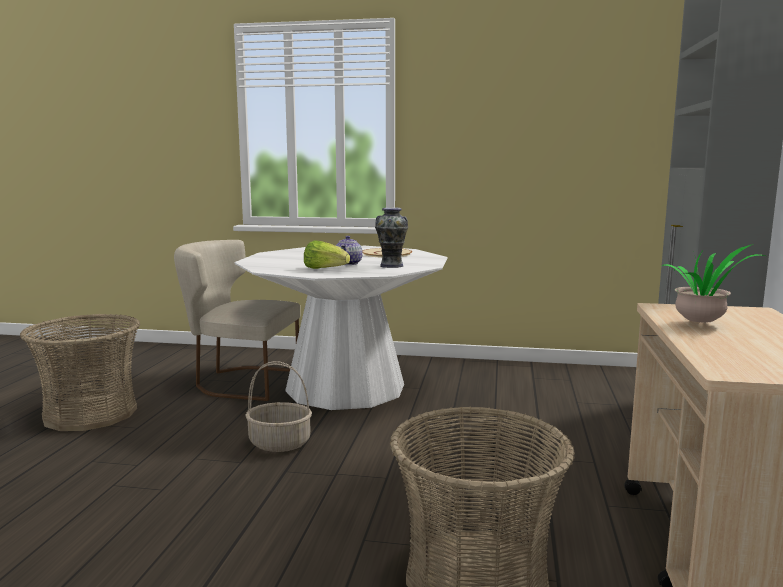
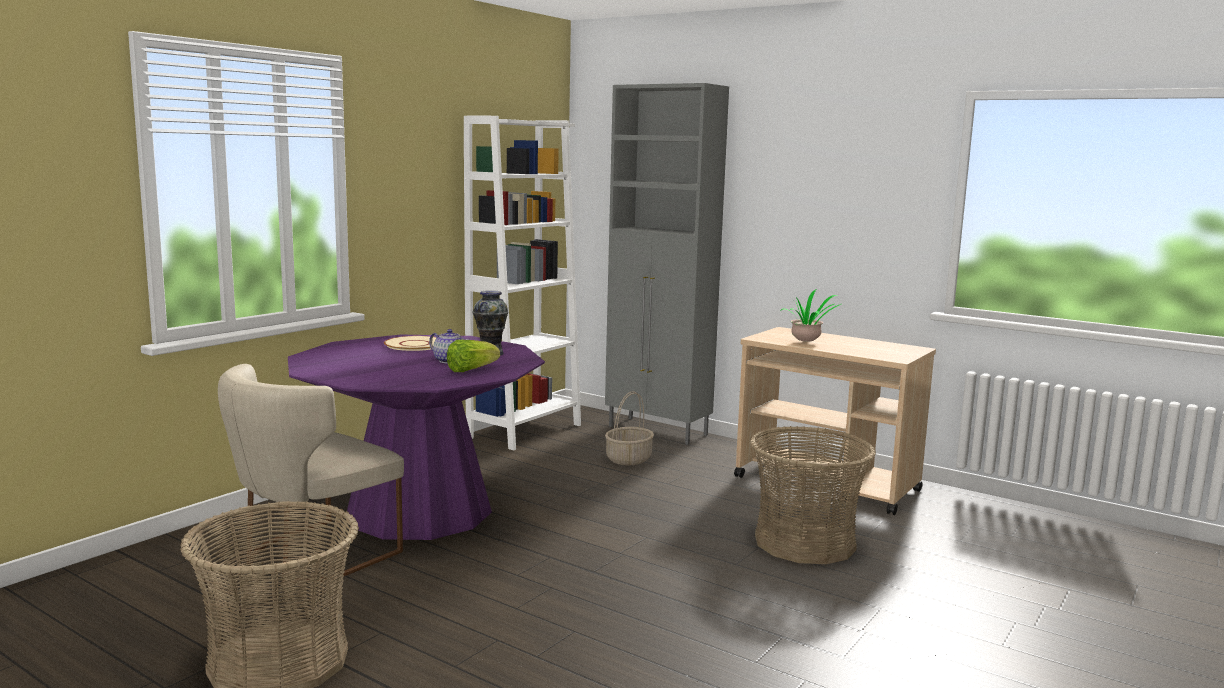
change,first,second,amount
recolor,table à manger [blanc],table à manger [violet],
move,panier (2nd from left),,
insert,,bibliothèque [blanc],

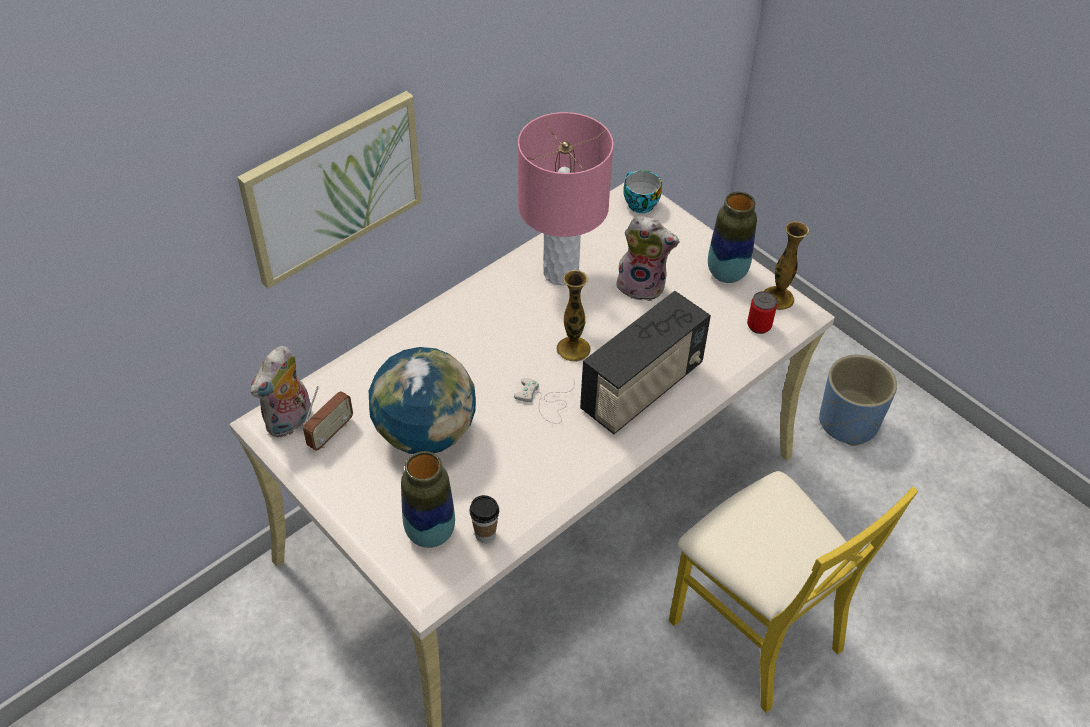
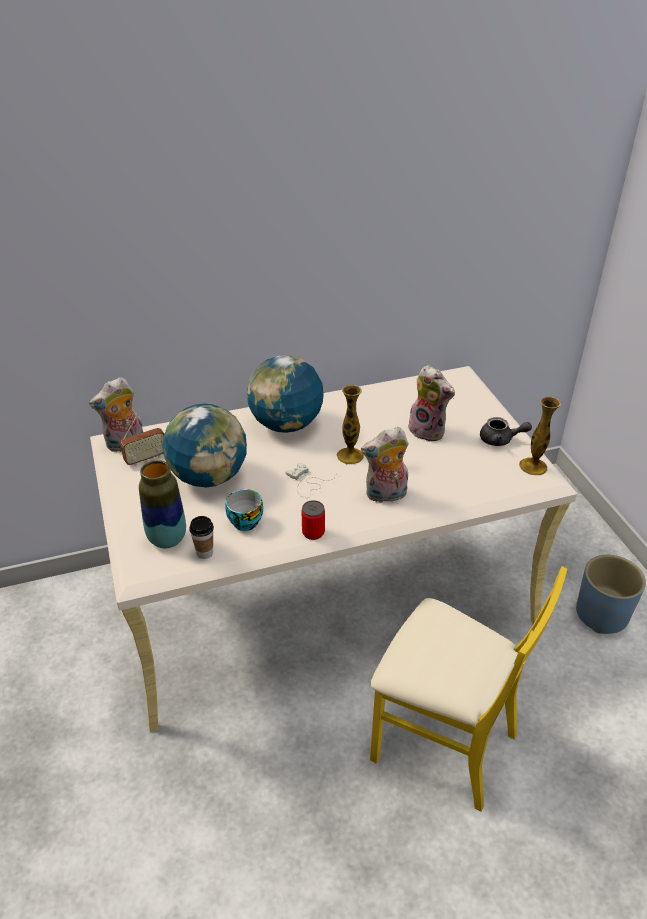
change,first,second,amount
delete,tableau,,
delete,lampe de table [rose],,
replace,radio (2nd from left),peluche (2nd from left),
move,tasse (2nd from left),,
rotate,chaise [jaune],,45 degrees counterclockwise
replace,vase (3rd from left),théière [gris],
move,boîte métallique,,
insert,,globe (2nd from left),

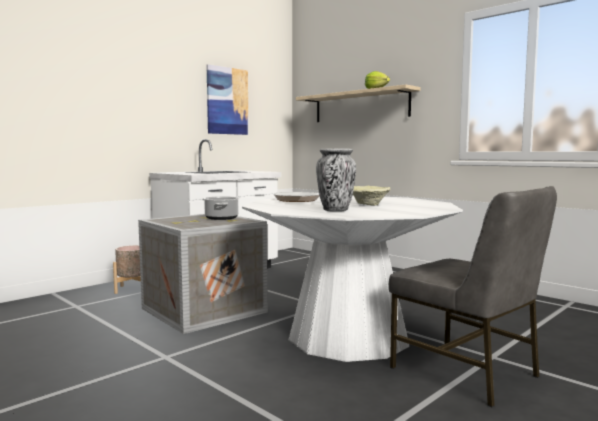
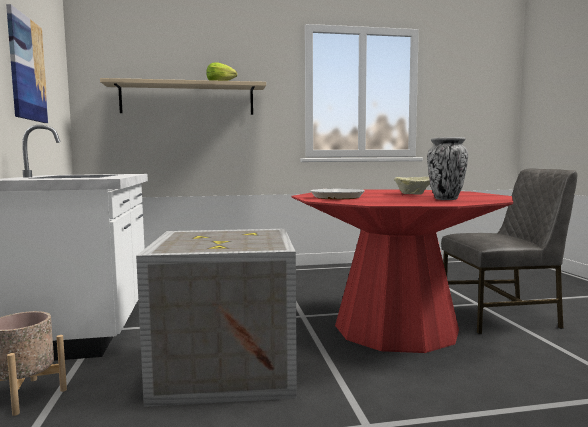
change,first,second,amount
delete,marmite,,
recolor,table à manger [blanc],table à manger [rouge],

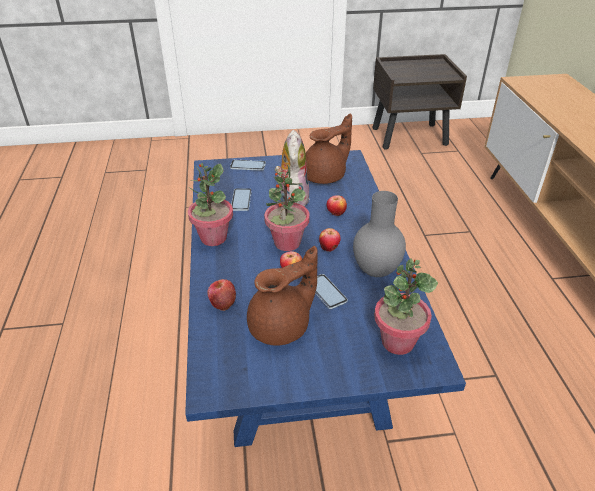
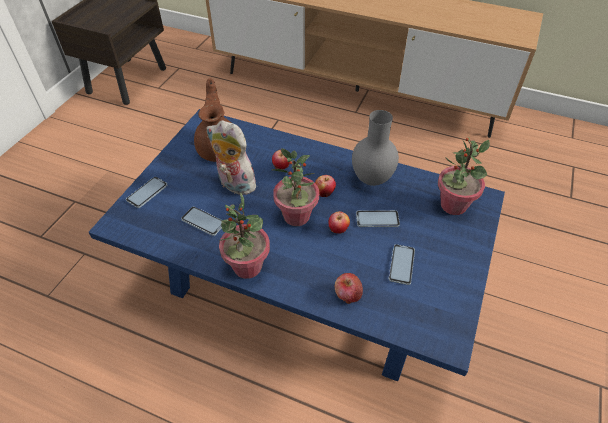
change,first,second,amount
replace,théière [marron] (1st from left),téléphone (4th from left),

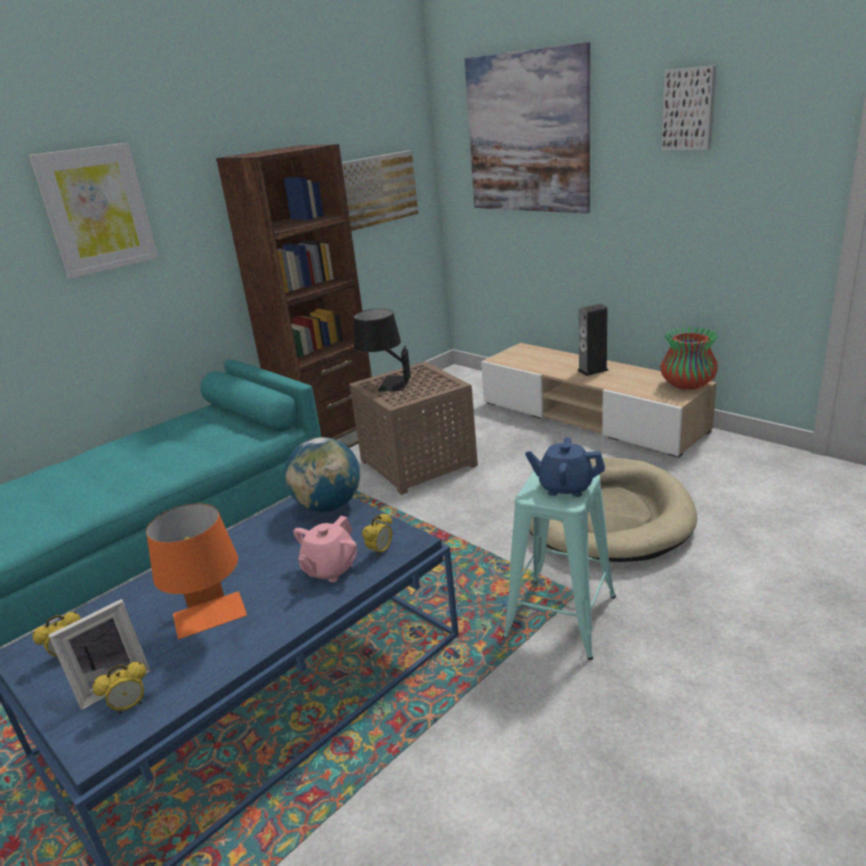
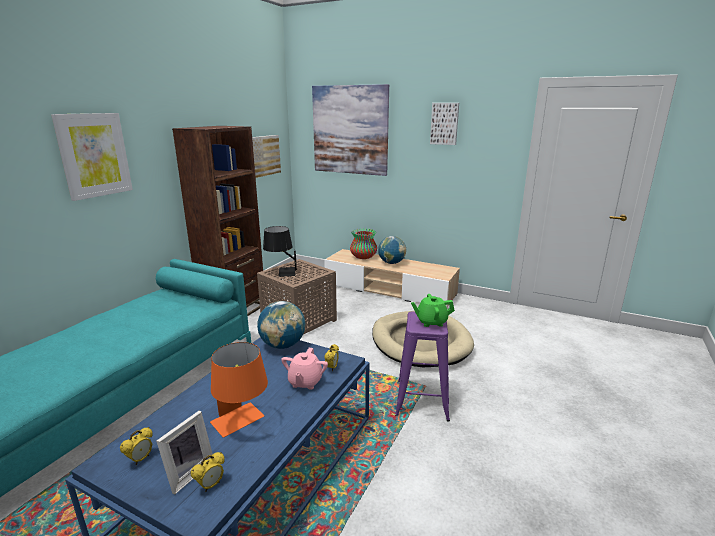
change,first,second,amount
recolor,tabouret [turquoise],tabouret [violet],
recolor,théière [bleu],théière [vert],
replace,enceinte,globe (2nd from left),
move,vase,,

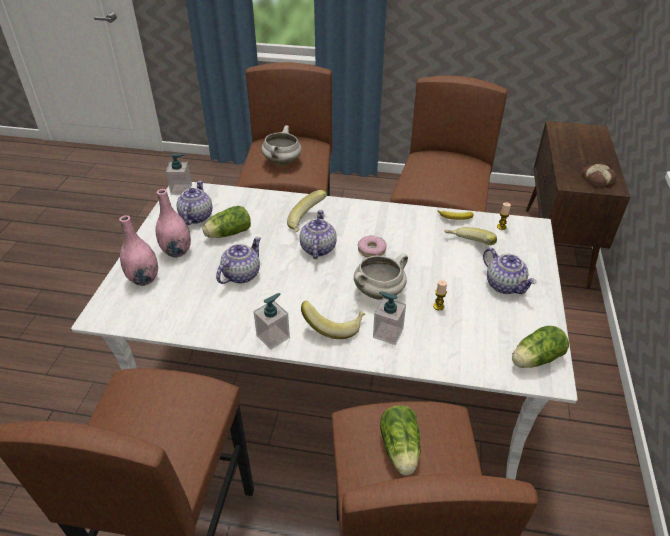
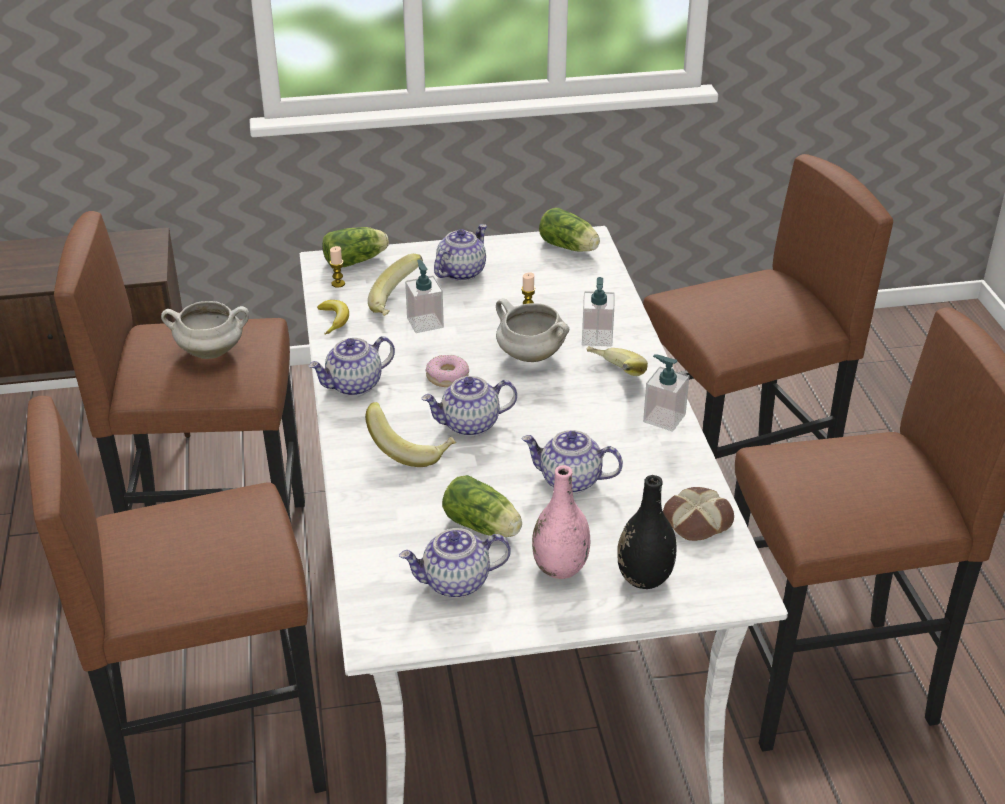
change,first,second,amount
recolor,vase [rose] (1st from left),vase [noir],
move,distributeur de savon (1st from left),,
move,marmite [blanc] (1st from left),,
move,laitue (2nd from left in the first image),laitue (1st from left),
move,pain,,
insert,,théière (1st from left),

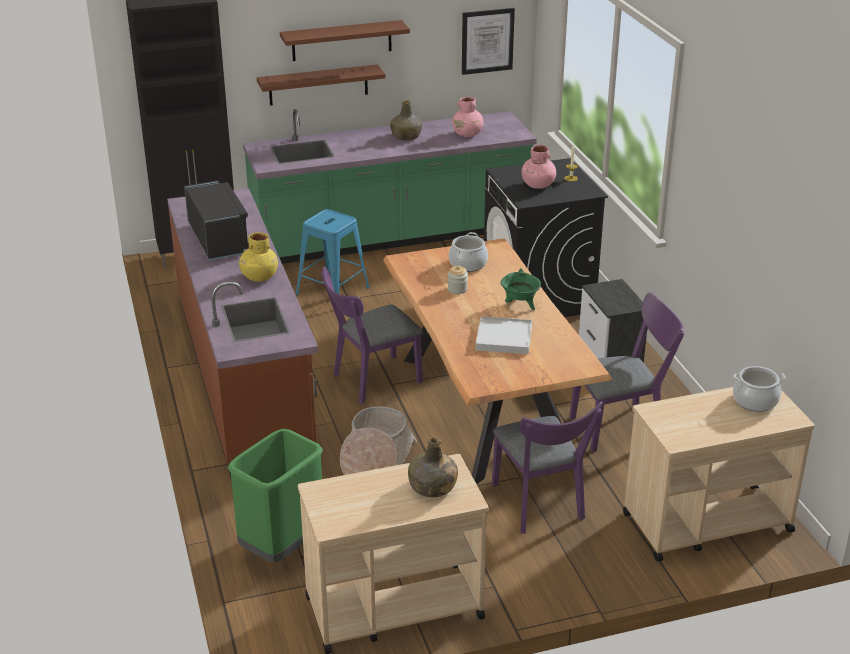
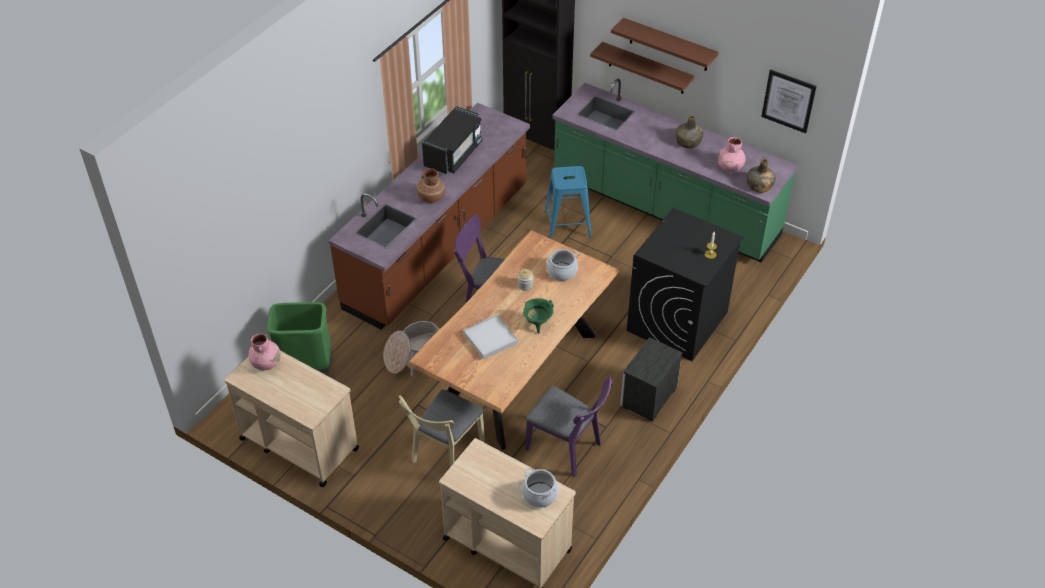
change,first,second,amount
recolor,vase [jaune],vase [marron],
move,bouteille [vert] (2nd from left),,
recolor,chaise [violet] (2nd from left),chaise [beige],
move,vase [rose] (2nd from left in the first image),vase [rose] (1st from left),

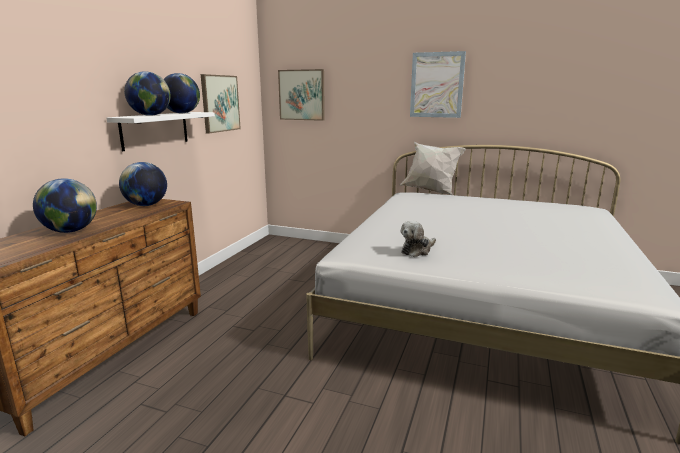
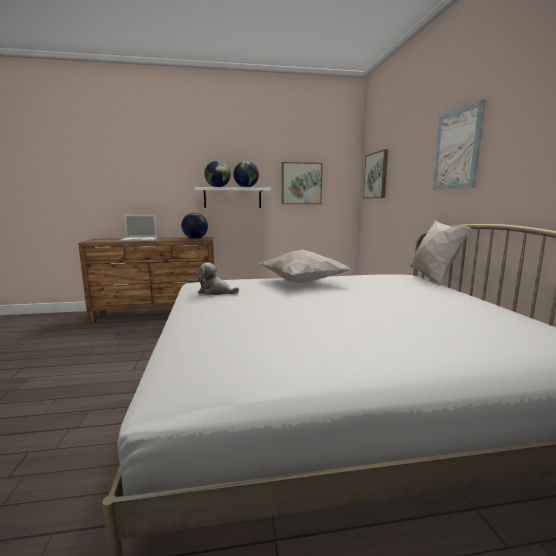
change,first,second,amount
replace,globe (1st from left),ordinateur portable,
insert,,coussin [blanc] (1st from left),

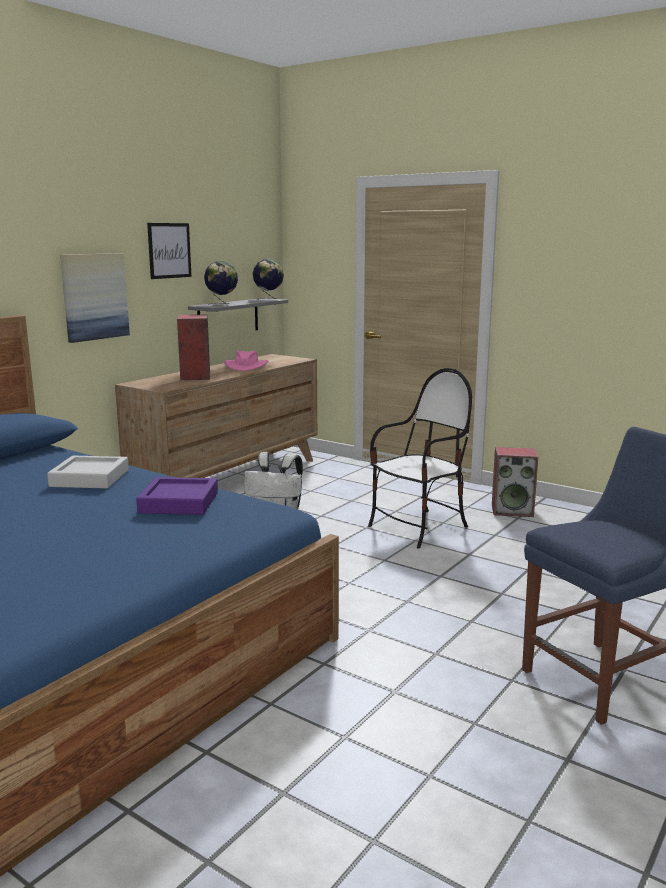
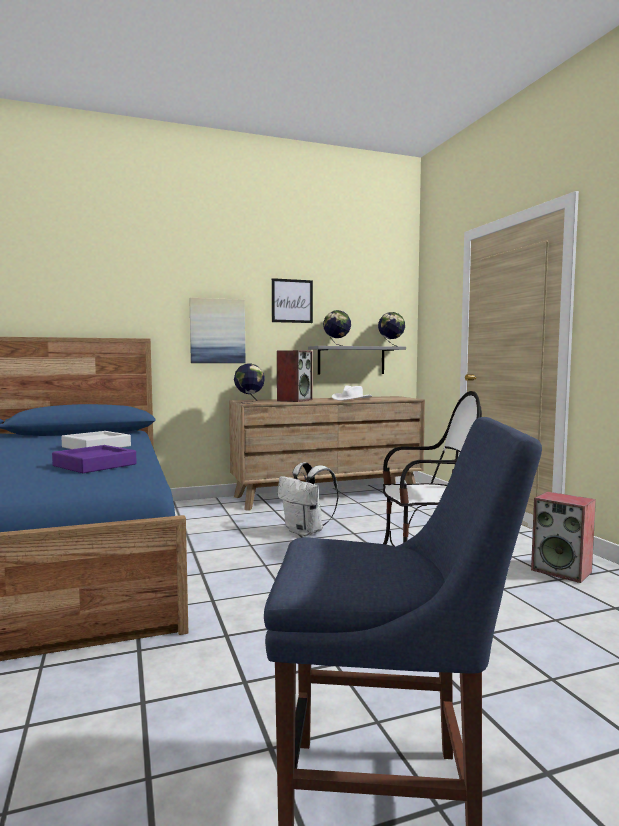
change,first,second,amount
recolor,chapeau [rose],chapeau [blanc],
insert,,globe (1st from left),

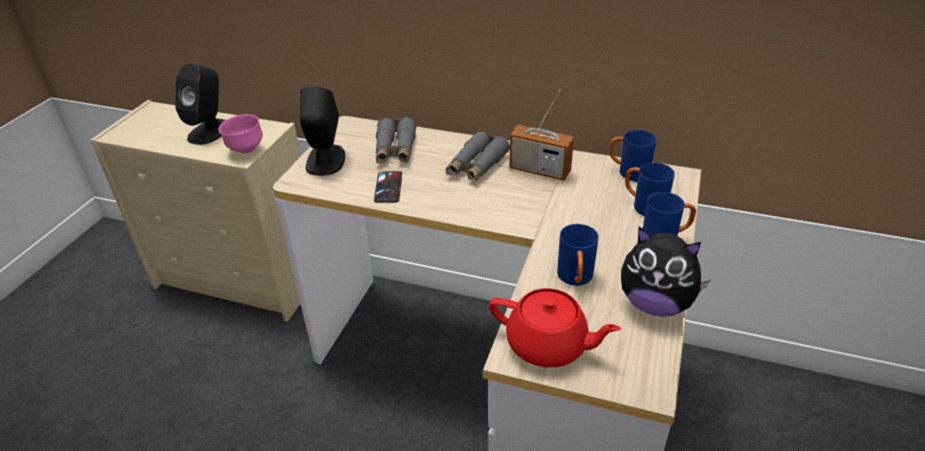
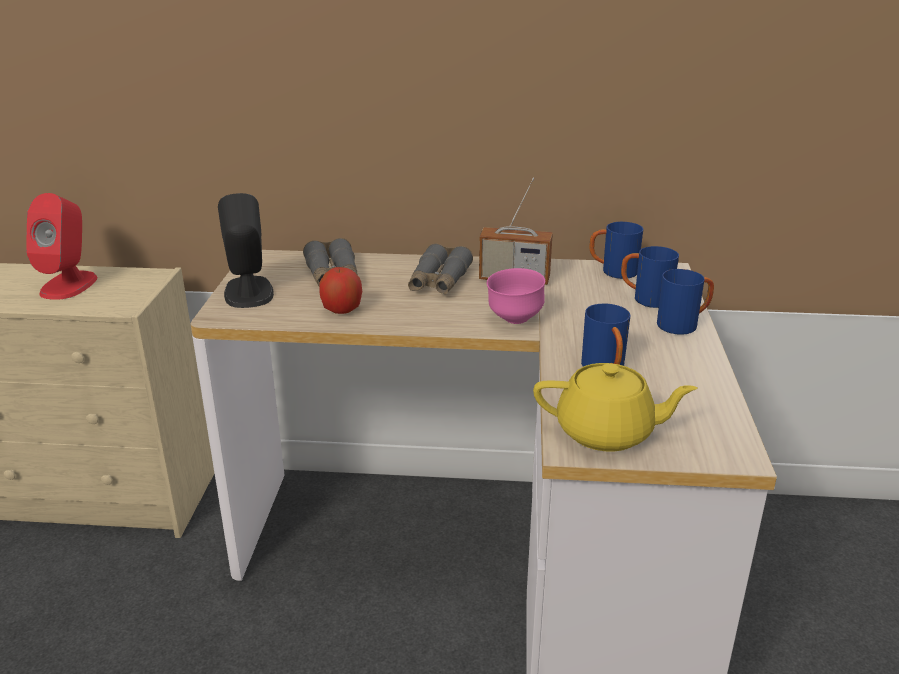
change,first,second,amount
recolor,enceinte [noir] (1st from left),enceinte [rouge],
move,bol [rose],,
replace,téléphone,pomme,
recolor,théière [rouge],théière [jaune],
delete,peluche,,

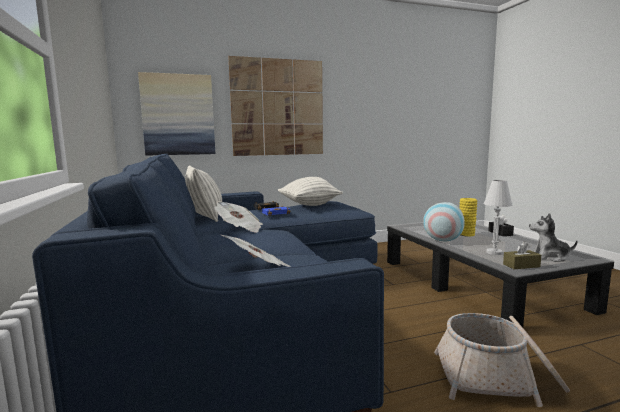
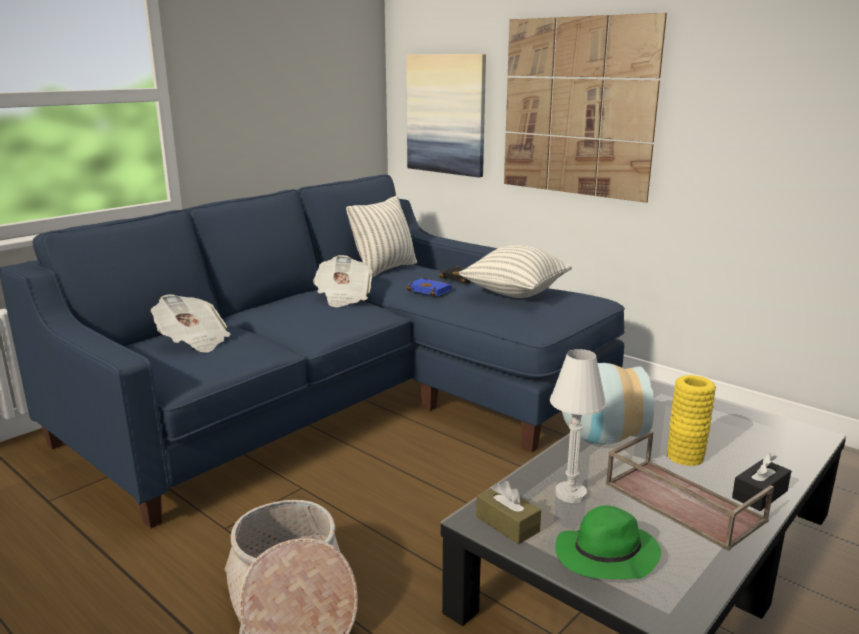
change,first,second,amount
replace,peluche,chapeau [vert],
insert,,plateau [marron],

